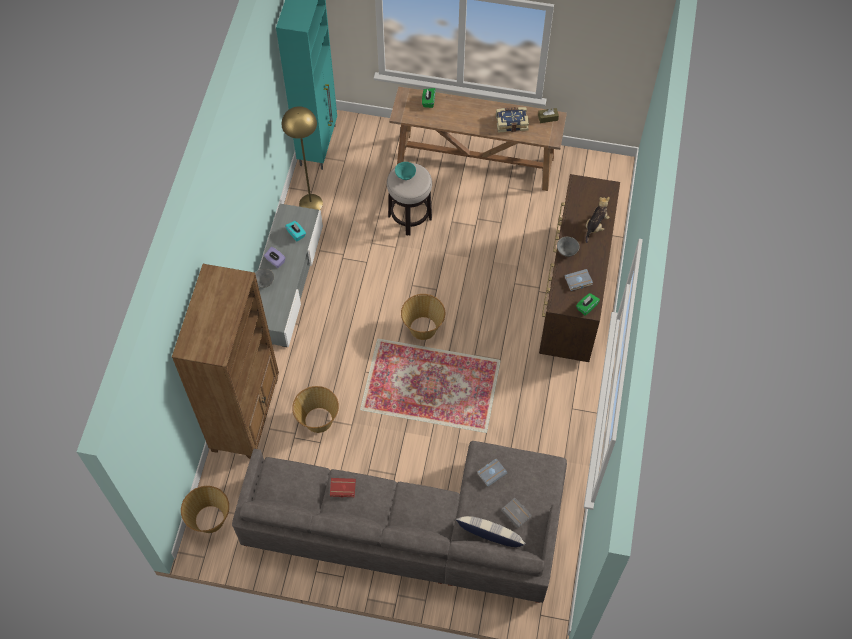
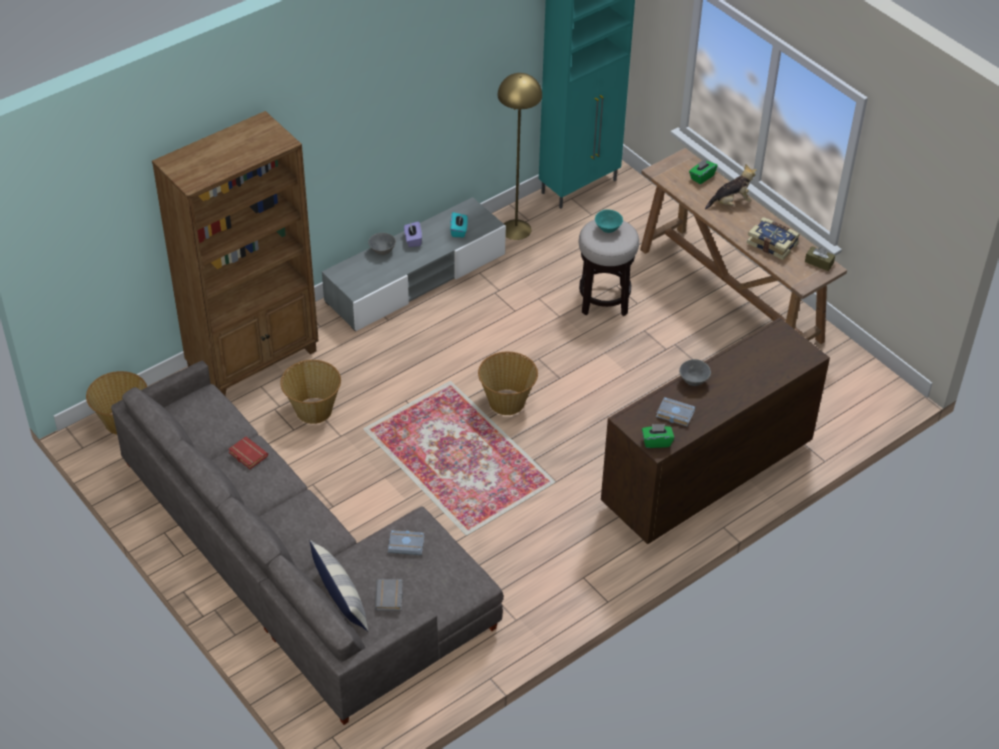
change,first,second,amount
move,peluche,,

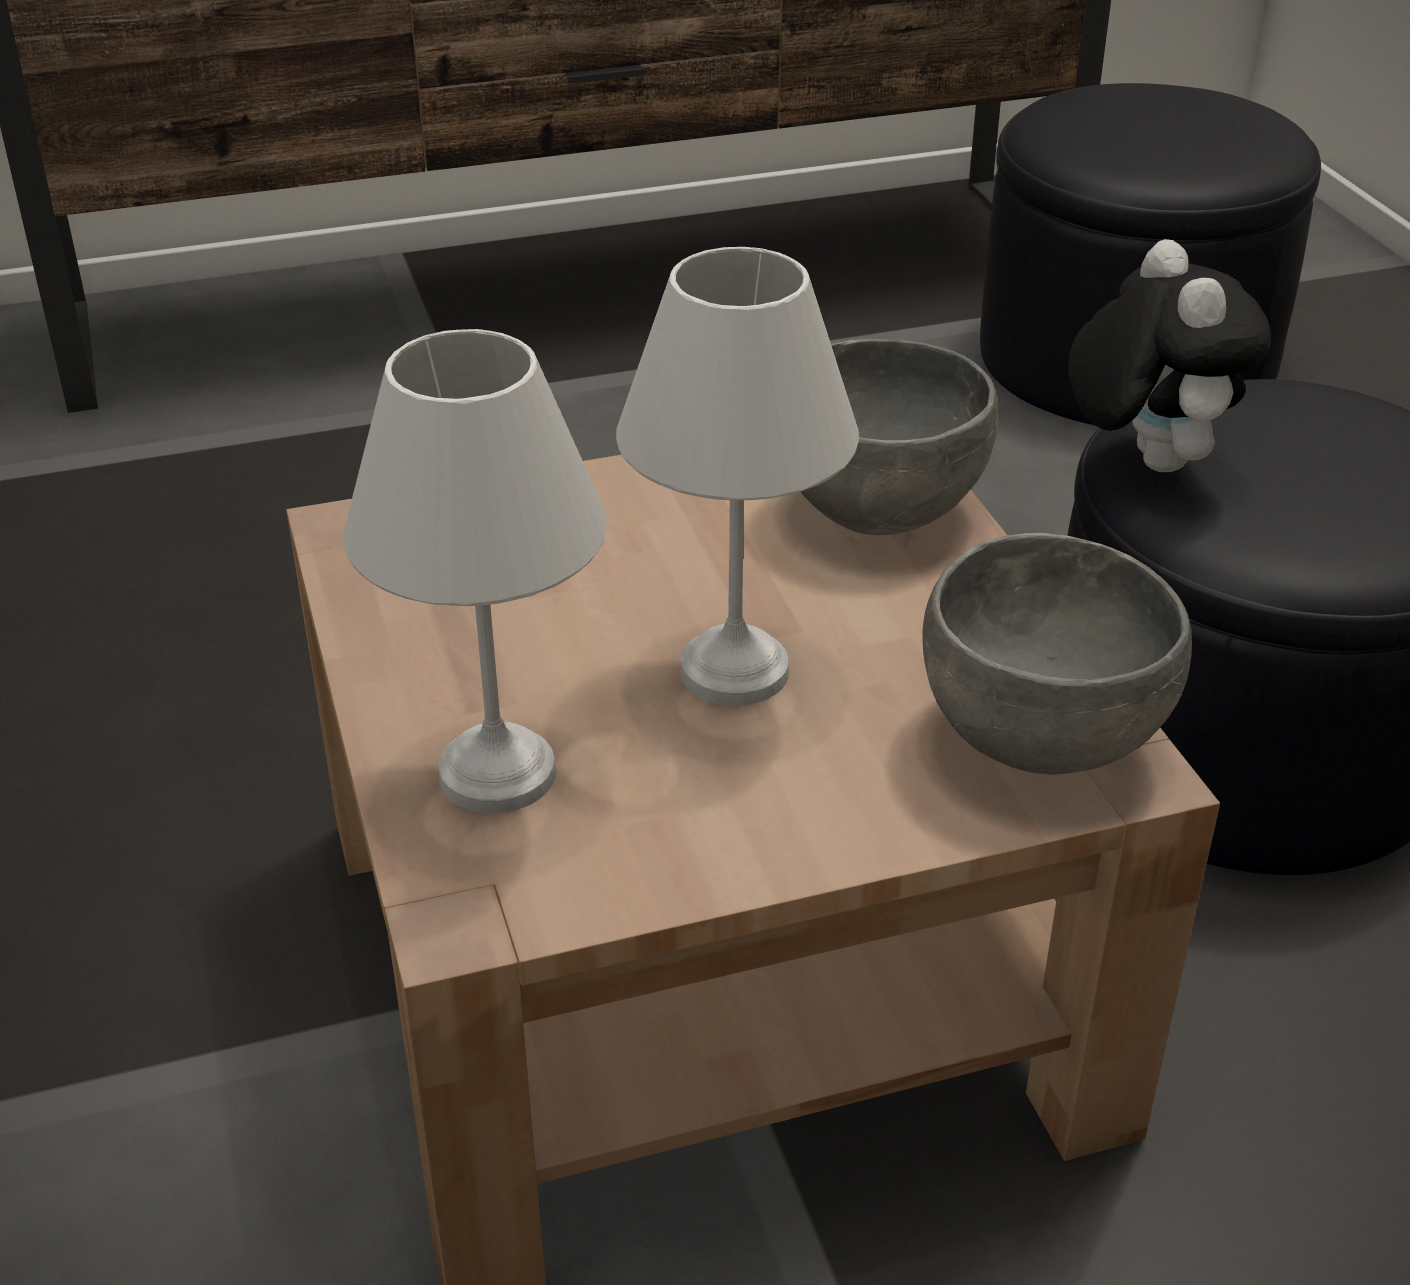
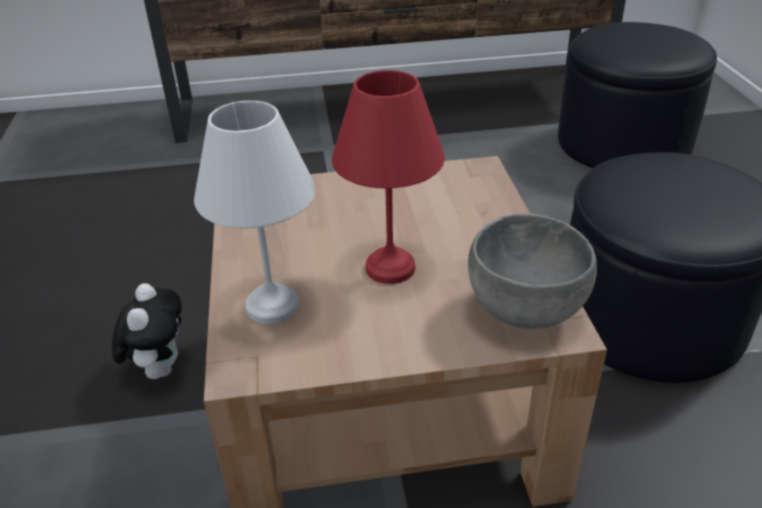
change,first,second,amount
recolor,lampe de table [blanc] (2nd from left),lampe de table [rouge],
delete,bol [gris] (1st from left),,
move,peluche,,

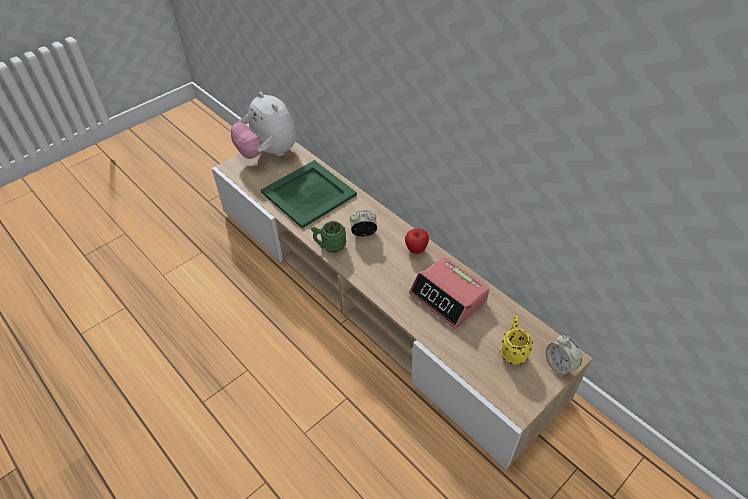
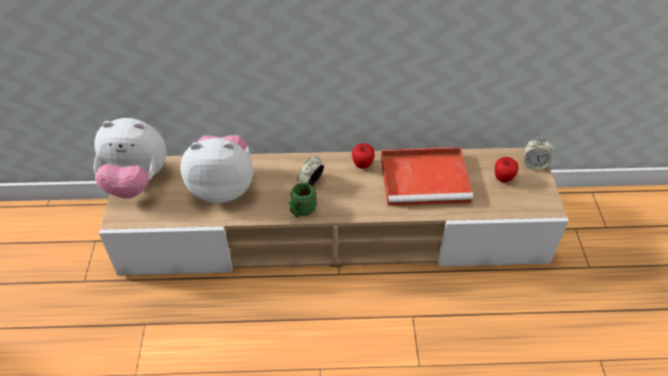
change,first,second,amount
replace,plateau [vert],peluche (2nd from left),
replace,réveil (2nd from left),plateau [rouge],
replace,mug [jaune],pomme (2nd from left),

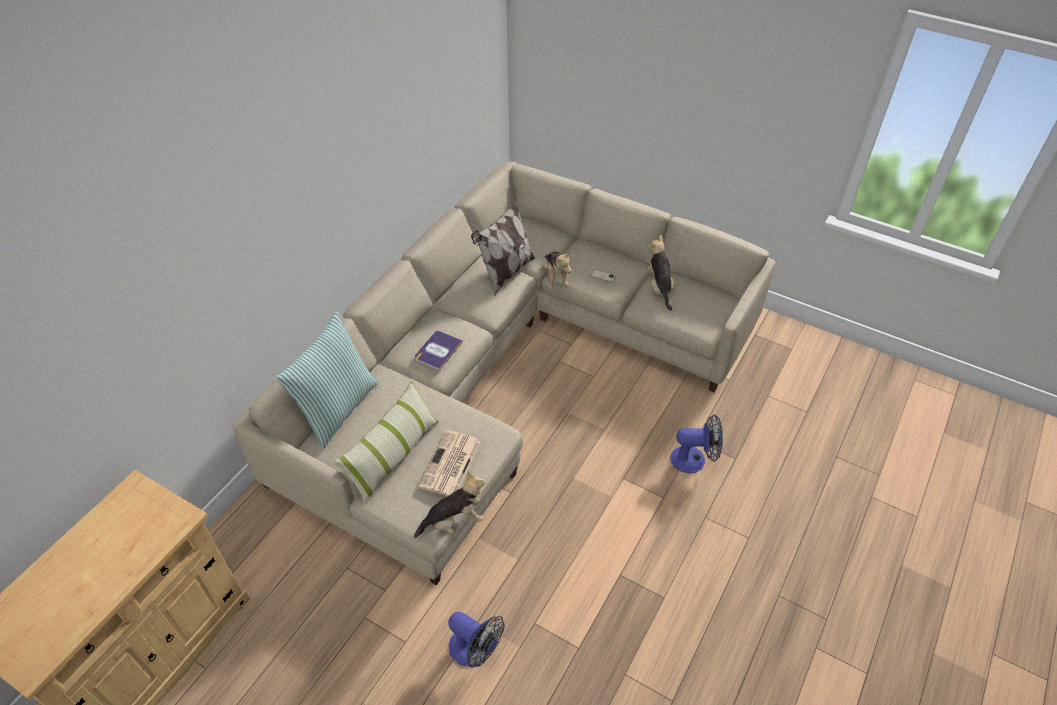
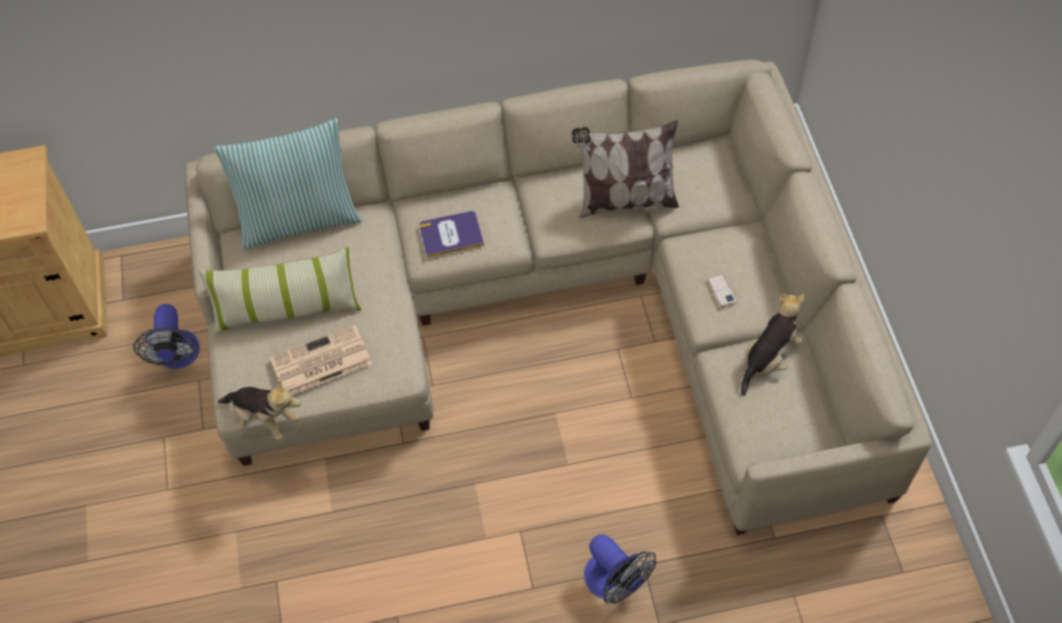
change,first,second,amount
move,ventilateur (1st from left),,
delete,peluche (2nd from left),,

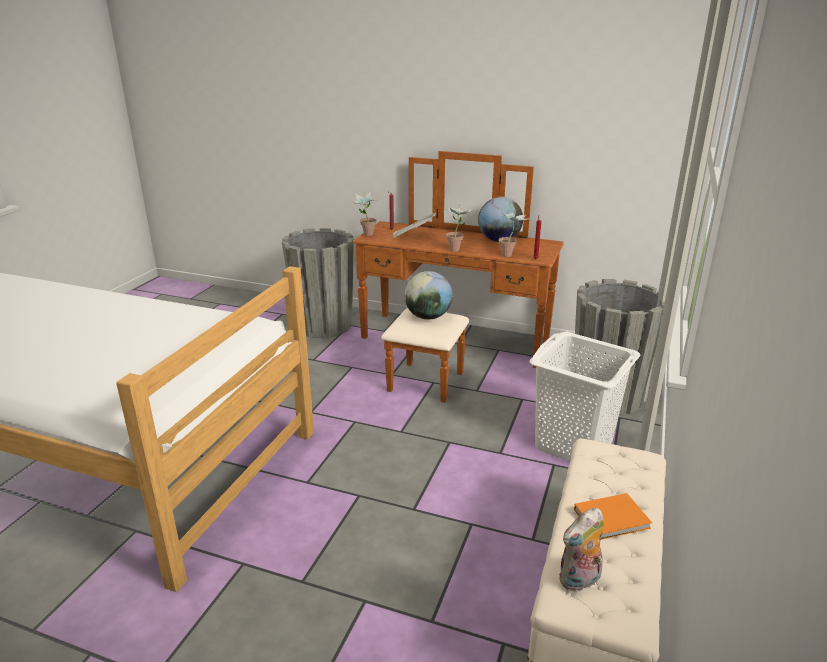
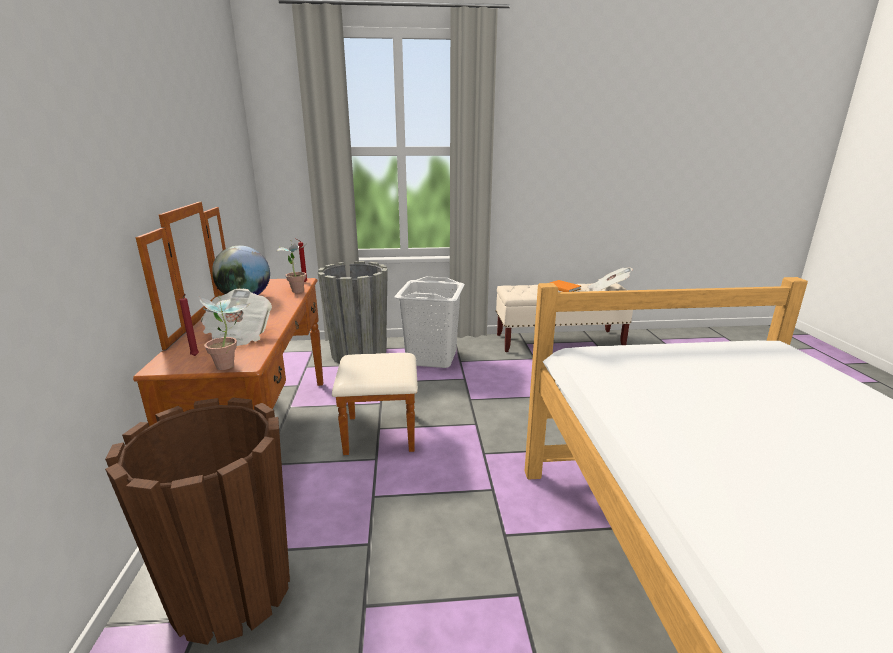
change,first,second,amount
recolor,cache-pot [gris] (1st from left),cache-pot [marron],
delete,globe (1st from left),,
delete,plante en pot (2nd from left),,
replace,peluche,journal (2nd from left),

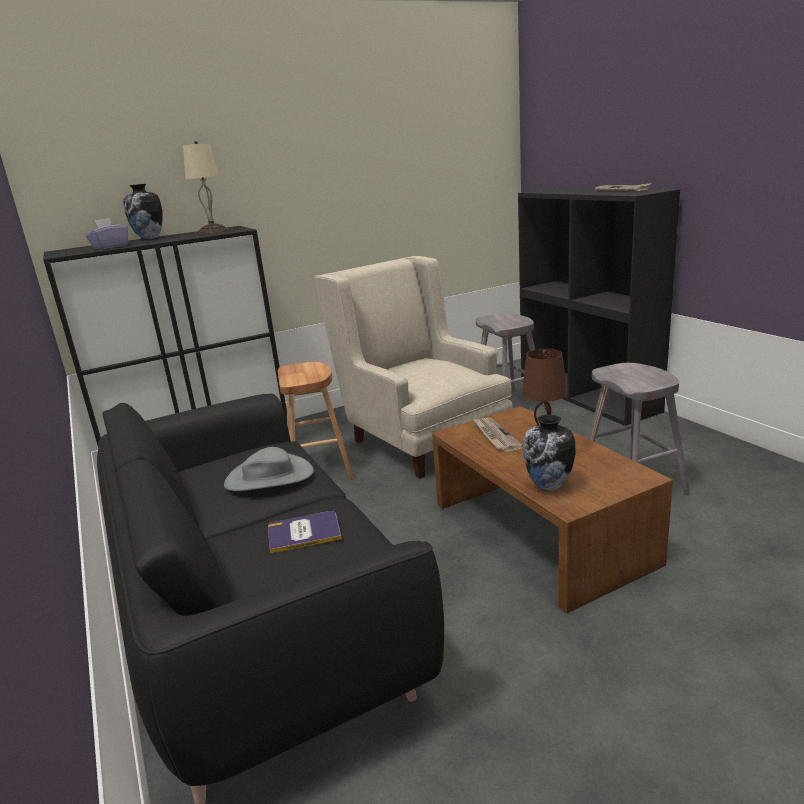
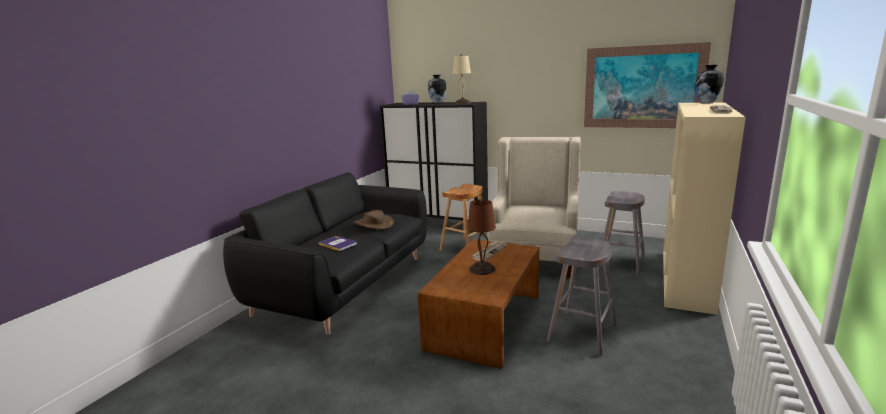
change,first,second,amount
recolor,chapeau [gris],chapeau [marron],
recolor,bibliothèque [noir],bibliothèque [beige],
move,vase (2nd from left),,
insert,,tableau,

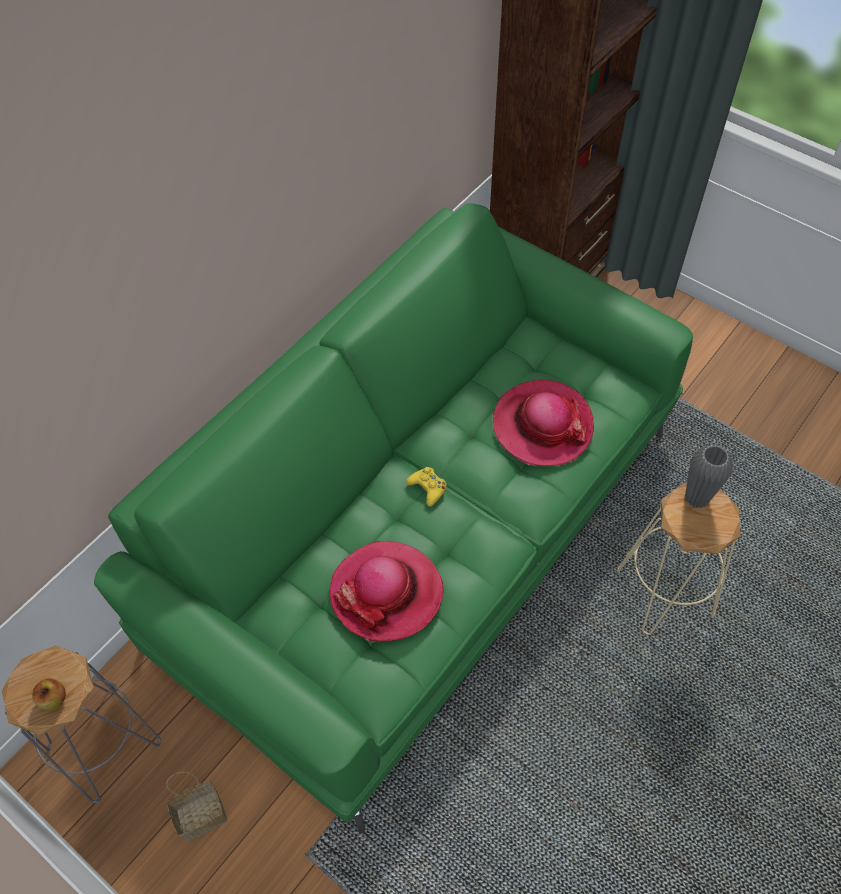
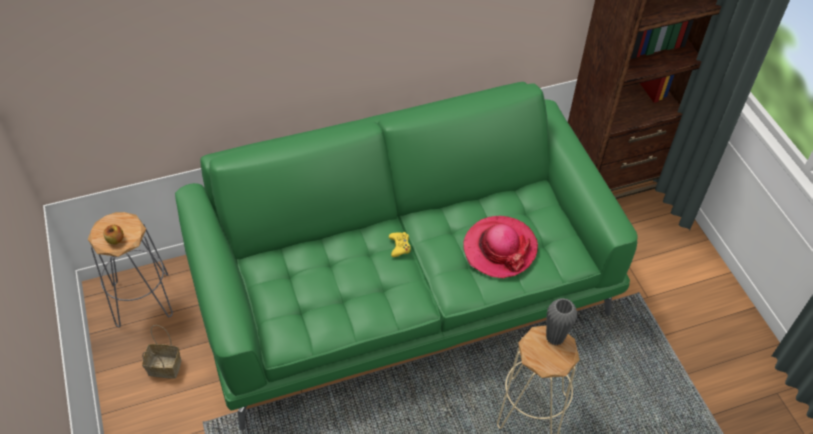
change,first,second,amount
delete,chapeau (1st from left),,

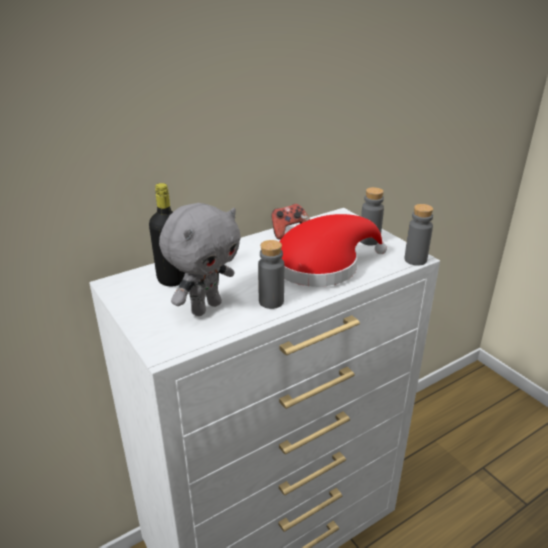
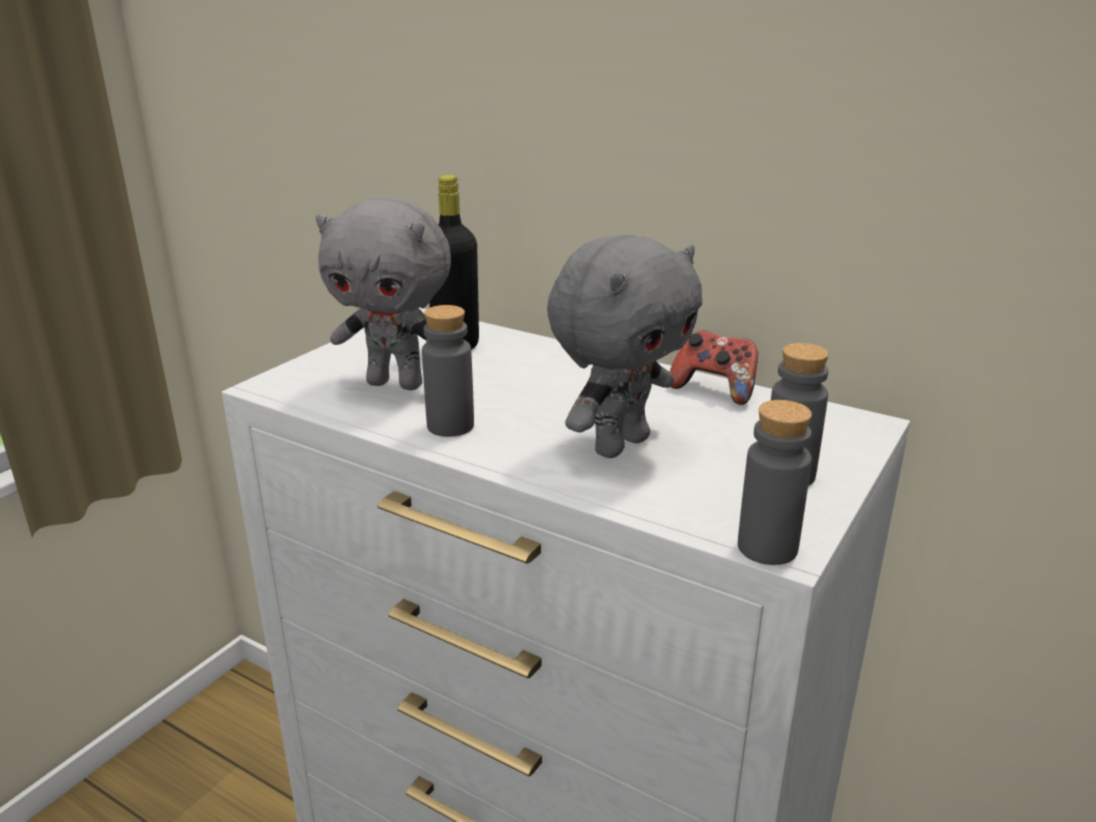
change,first,second,amount
replace,chapeau [rouge],peluche [gris] (2nd from left),

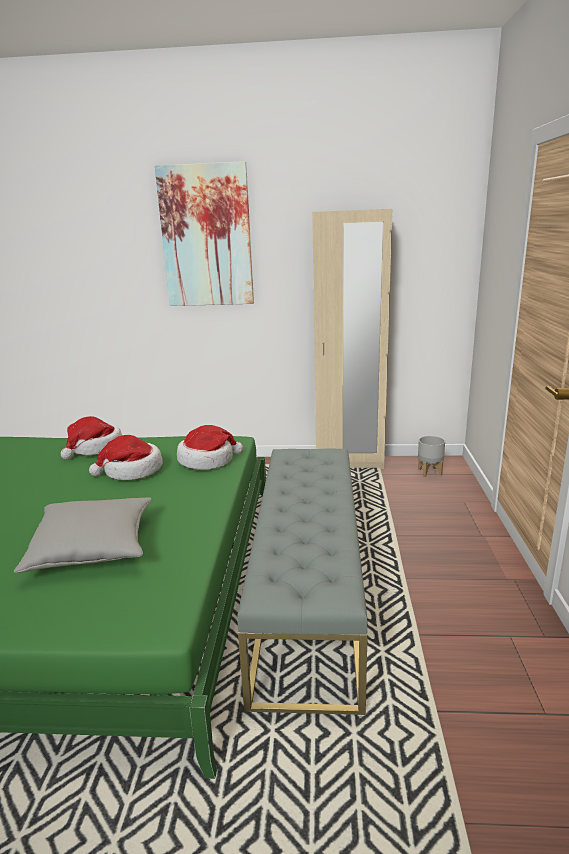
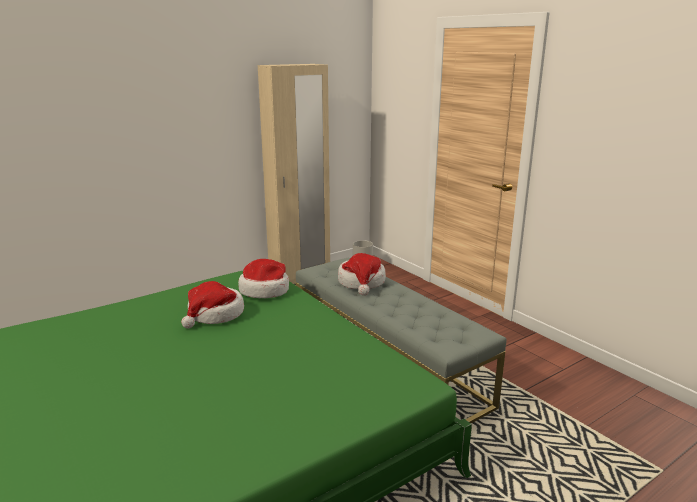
change,first,second,amount
delete,coussin [gris],,
move,chapeau (1st from left in the first image),chapeau (3rd from left),
delete,tableau,,

